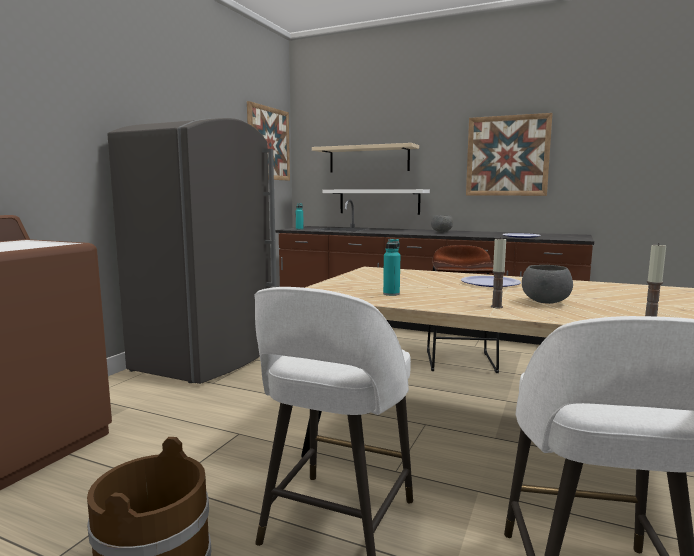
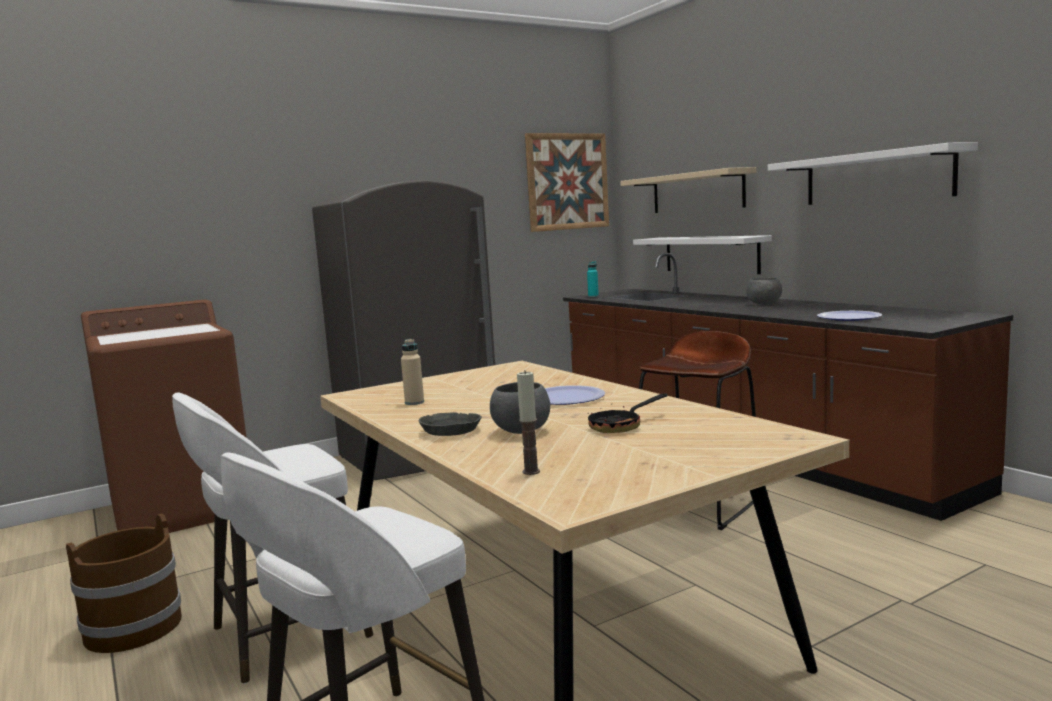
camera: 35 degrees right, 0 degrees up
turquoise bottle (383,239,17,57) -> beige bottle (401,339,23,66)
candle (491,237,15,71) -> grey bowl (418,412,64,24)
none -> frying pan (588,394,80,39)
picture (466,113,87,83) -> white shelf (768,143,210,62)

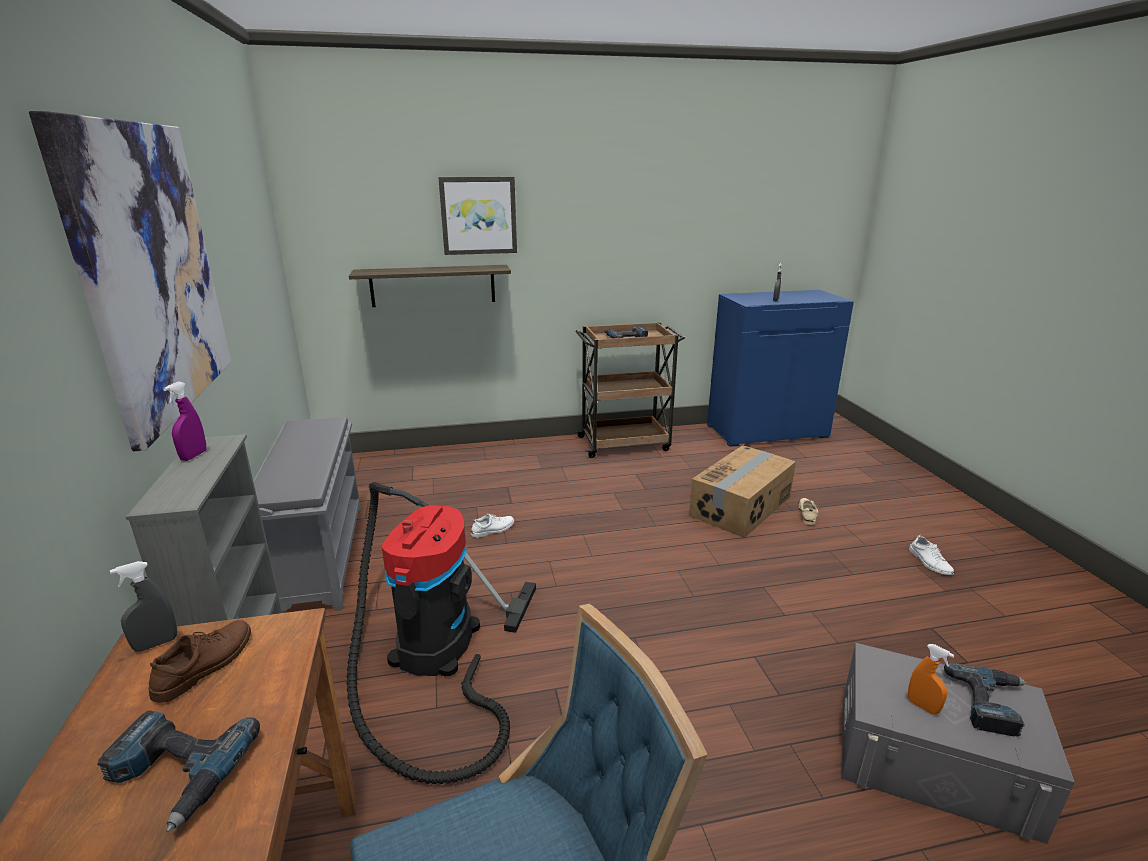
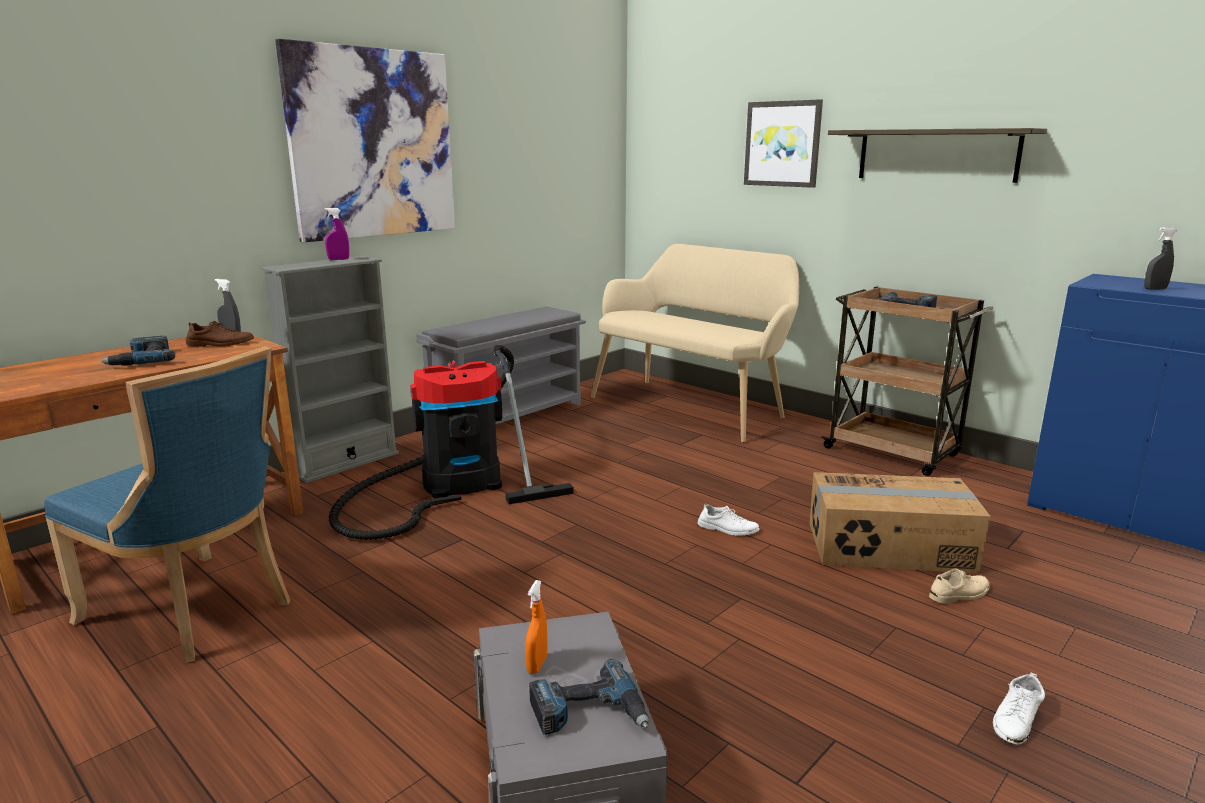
camera: 55 degrees right, 5 degrees down
none -> beige bench (591,244,208,199)
white shoe (471,514,43,24) -> white shoe (698,504,62,32), moved
shelf (349,265,162,42) -> shelf (828,128,219,55), moved

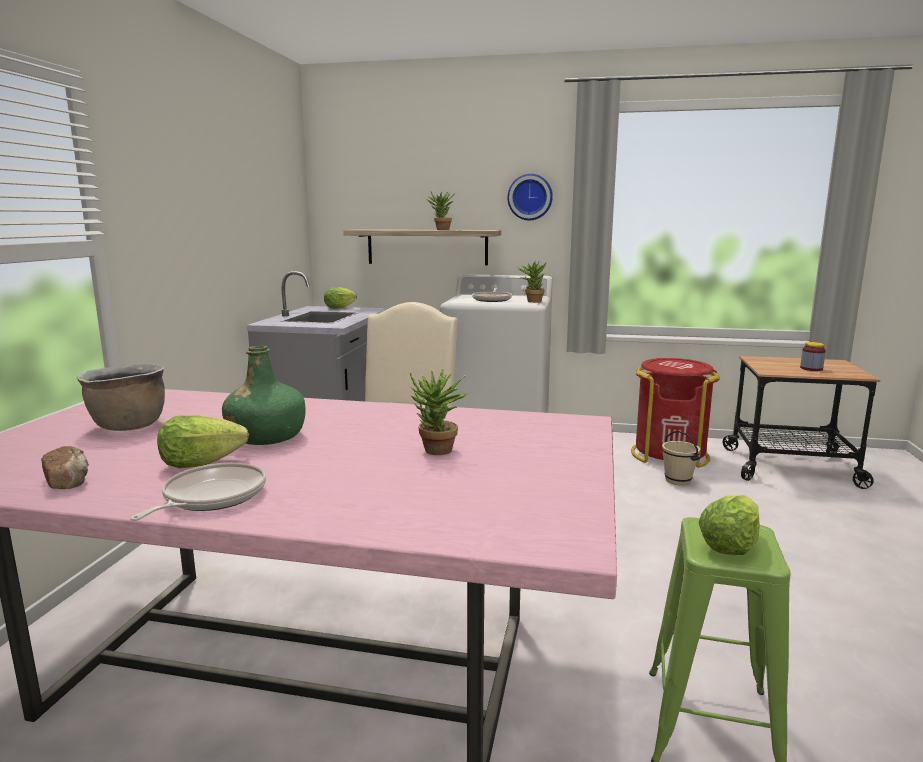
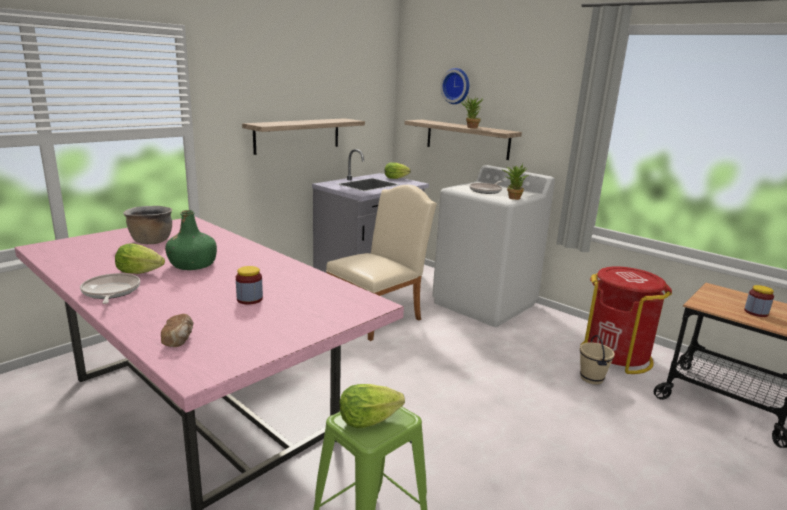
camera: 30 degrees right, 5 degrees up
frying pan (130,463,136,58) -> frying pan (80,273,60,31), 75 degrees counterclockwise
bread (41,446,48,43) -> bread (161,314,33,33), moved
potted plant (410,368,59,87) -> jar (236,266,27,38)
none -> shelf (242,118,123,37)
wall clock (508,174,45,47) -> wall clock (440,68,29,36), moved

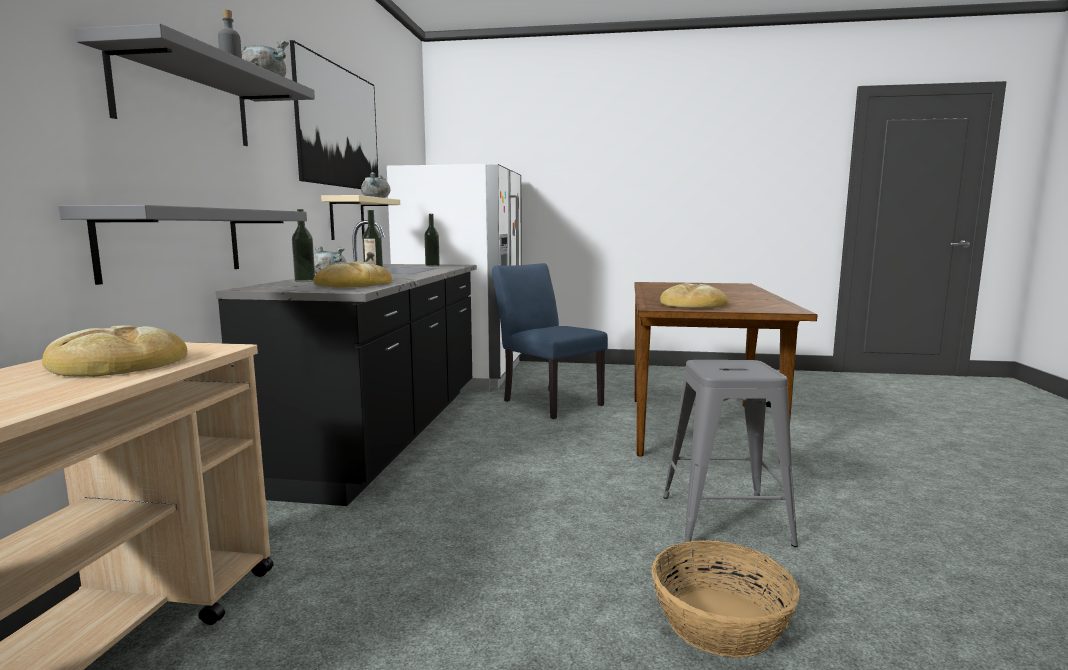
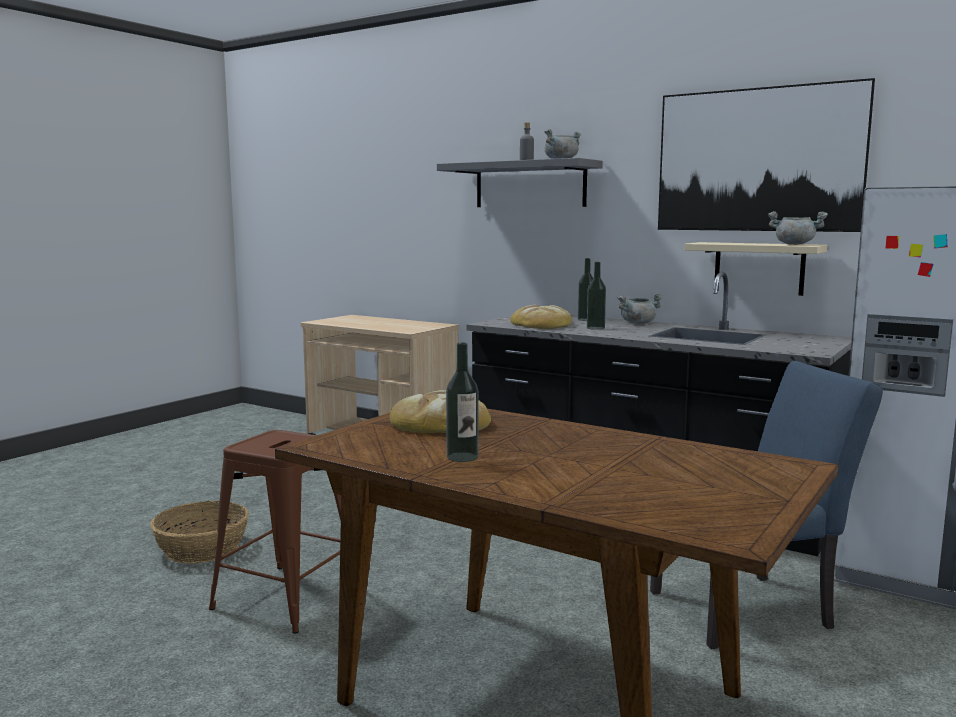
camera: 115 degrees right, 0 degrees up
grey stool (663,360,135,187) -> brown stool (209,430,132,204)
bottle (424,214,16,52) -> bottle (446,343,32,119), moved
bread (42,325,146,52) -> none
grey shelf (59,205,248,80) -> none

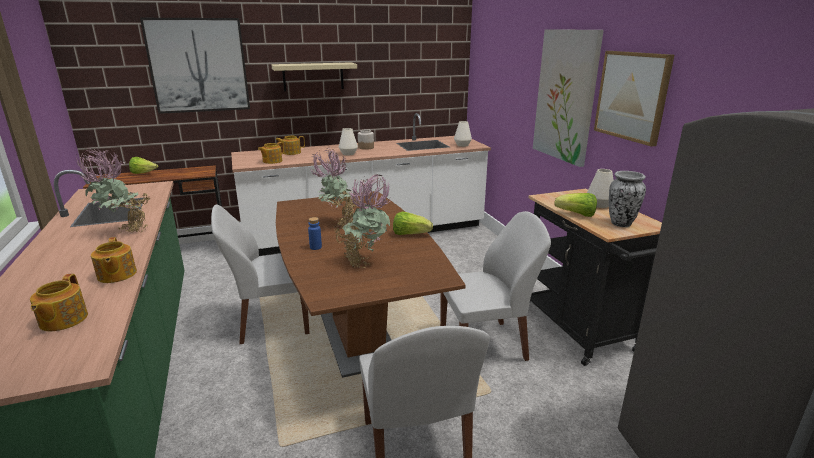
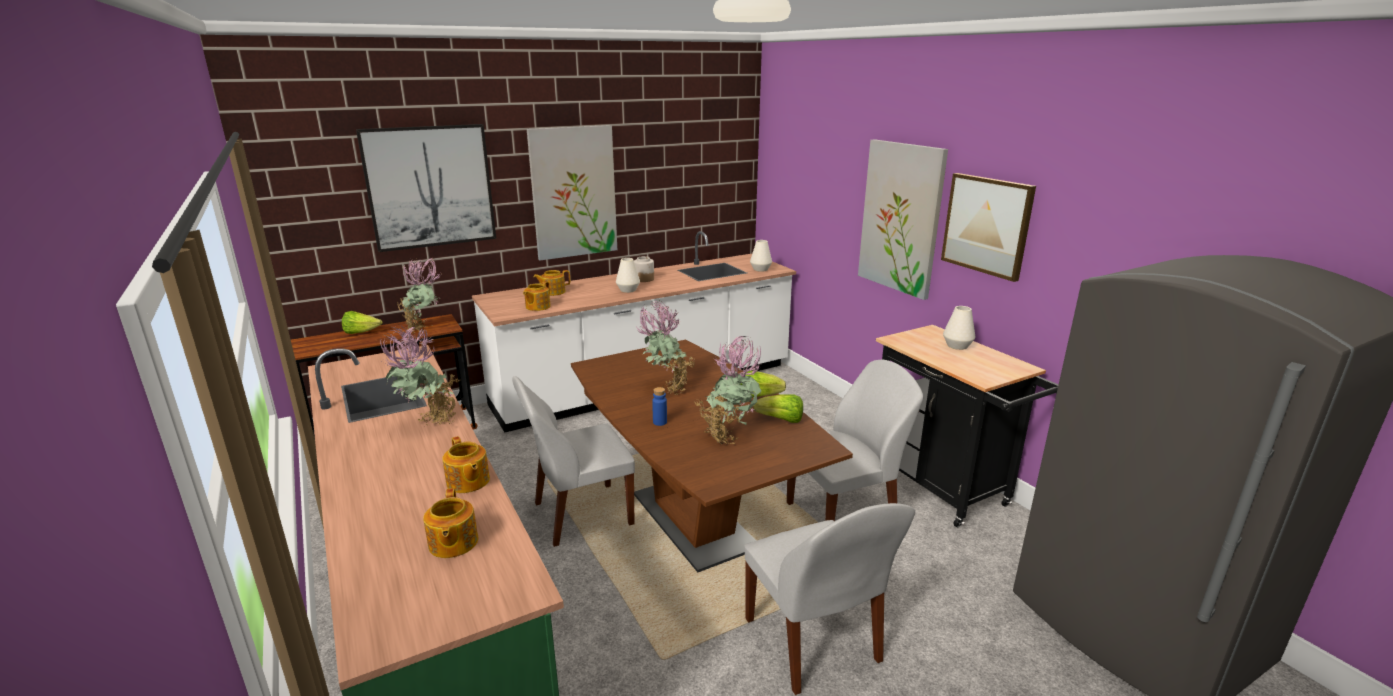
camera: 10 degrees left, 0 degrees up
none -> potted plant (397,258,44,75)
beige shelf (271,62,86,29) -> picture (527,125,90,135)
lettuce (554,193,43,24) -> lettuce (754,394,49,29), moved
vase (609,171,37,56) -> none

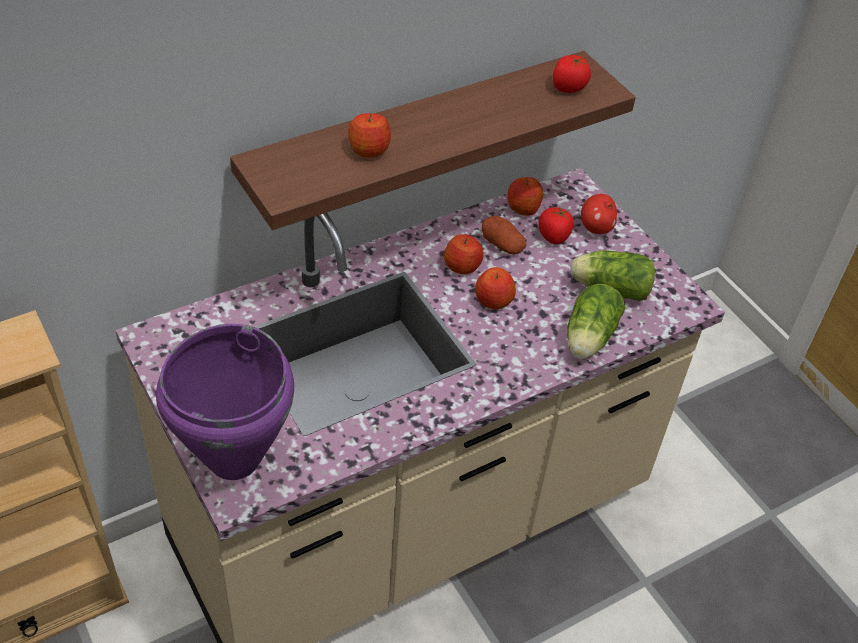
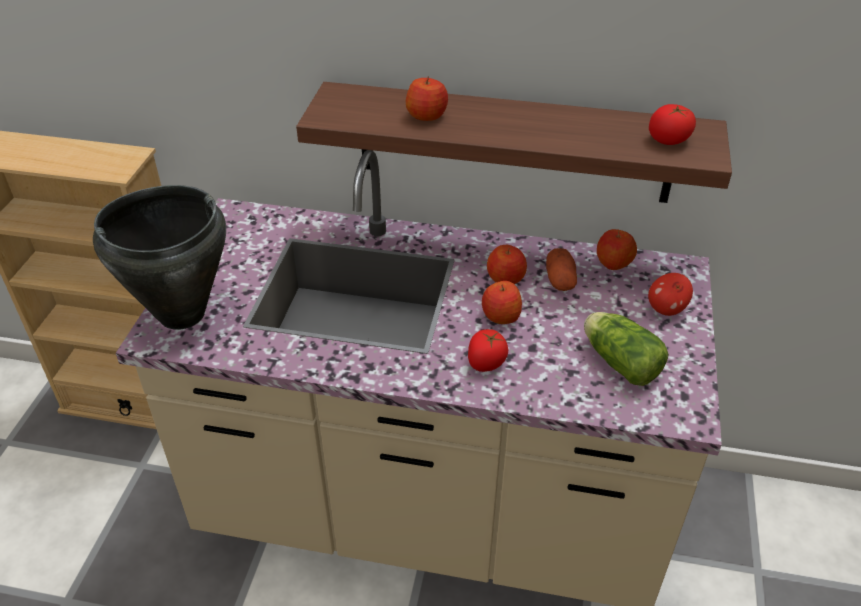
camera: 45 degrees right, 5 degrees down
purple cooking pot (156,324,138,156) -> black cooking pot (93,185,133,145)
tomato (539,206,35,38) -> tomato (468,329,40,43), moved
lettuce (567,284,58,75) -> none

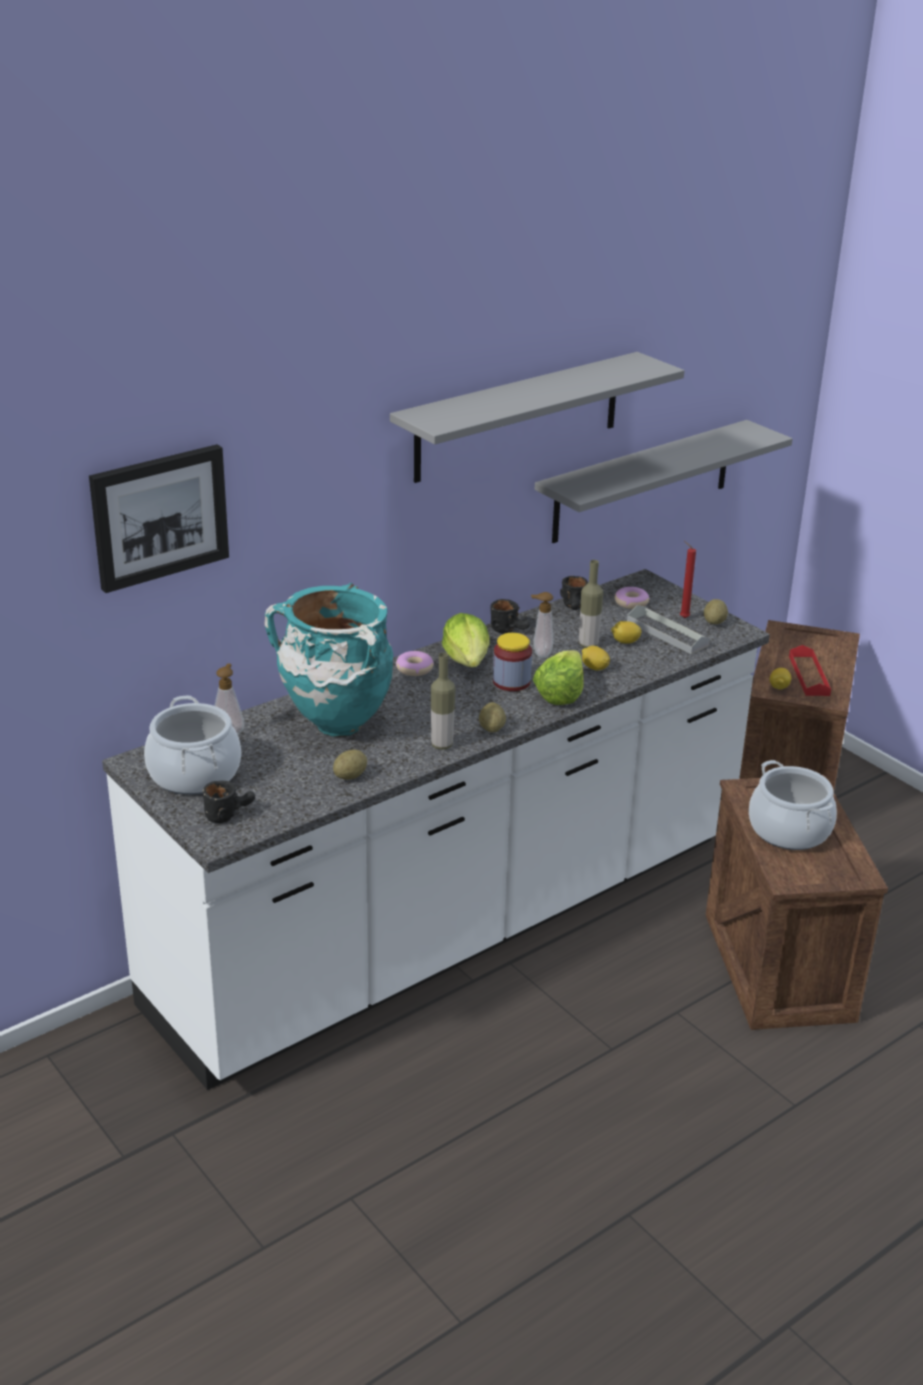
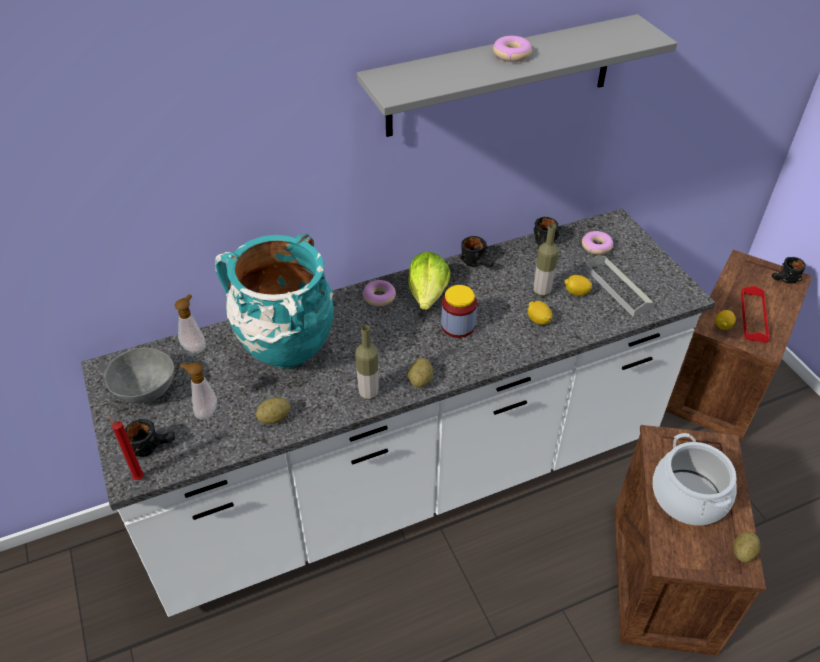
camera: 15 degrees right, 15 degrees up
cooking pot (144,696,97,99) -> grey bowl (105,348,69,55)
red candle (680,541,16,77) -> red candle (107,414,37,66), moved
soap dispenser (531,592,22,66) -> soap dispenser (180,363,37,57), moved
none -> donut (493,36,39,26)
potato (704,599,24,25) -> potato (733,531,28,32), moved
none -> black mug (772,257,34,27)
picture (89,444,140,149) -> none
lettuce (533,650,51,55) -> none
grey shelf (535,420,258,123) -> none

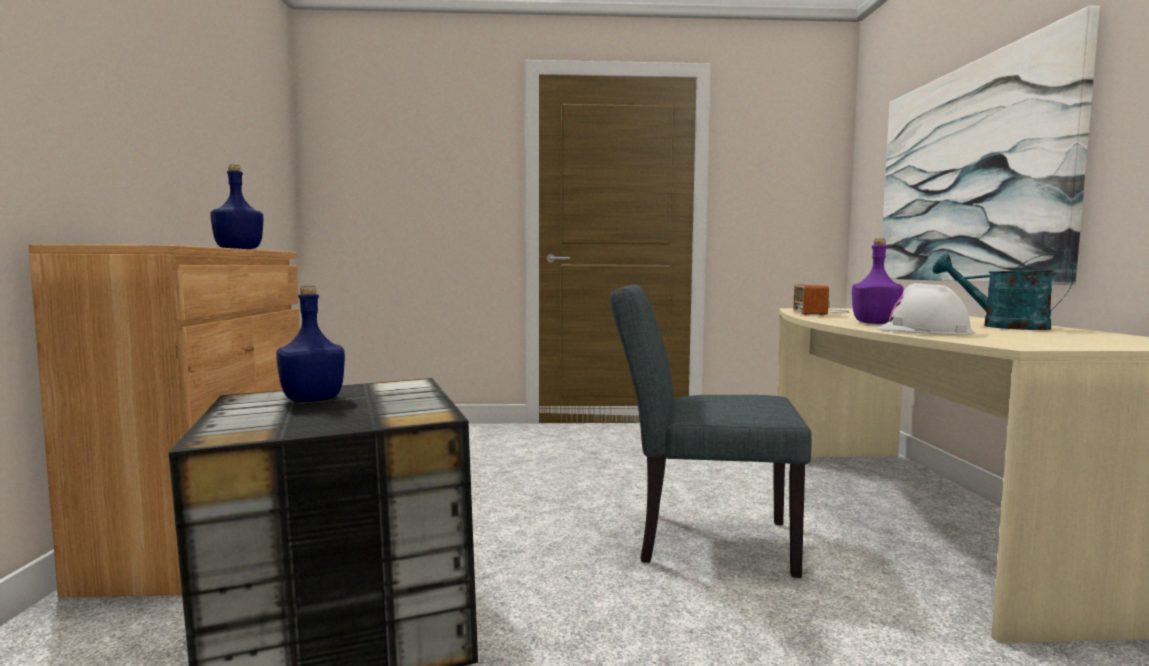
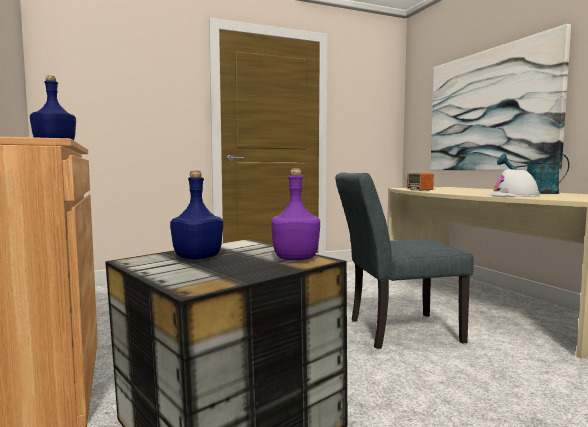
camera: 20 degrees left, 0 degrees up
purple bottle (852,238,51,86) -> purple bottle (271,169,49,91), moved

